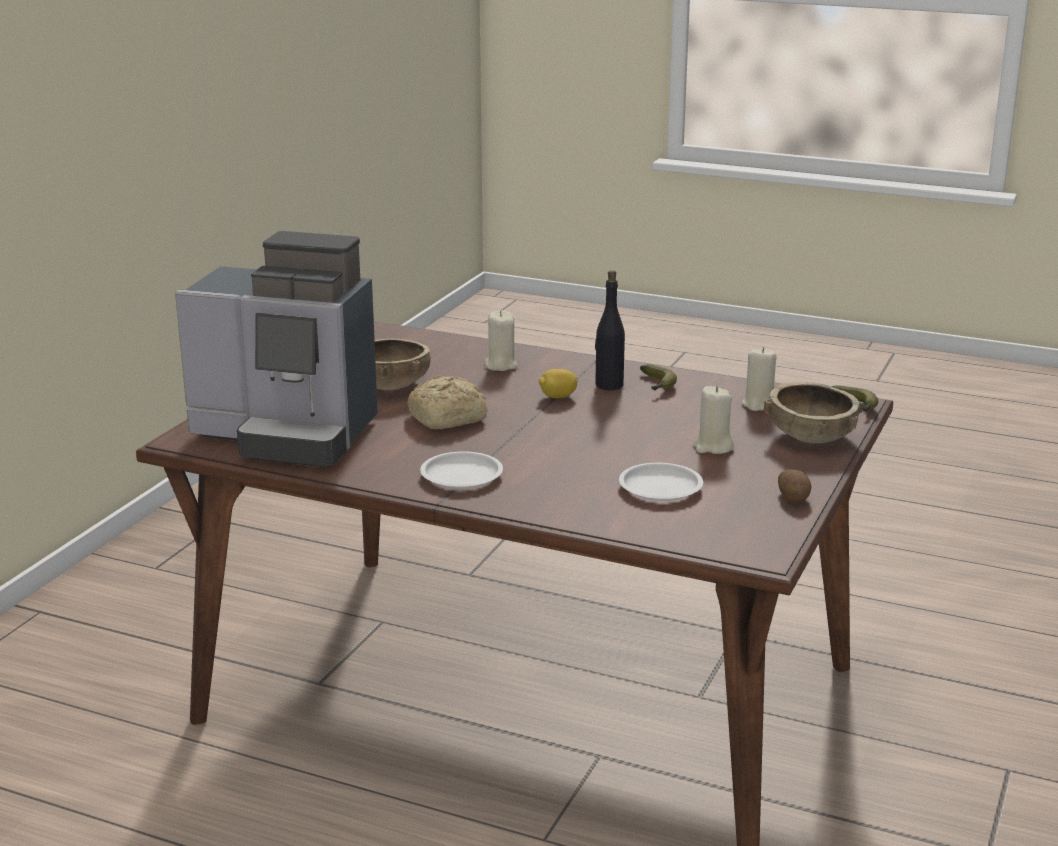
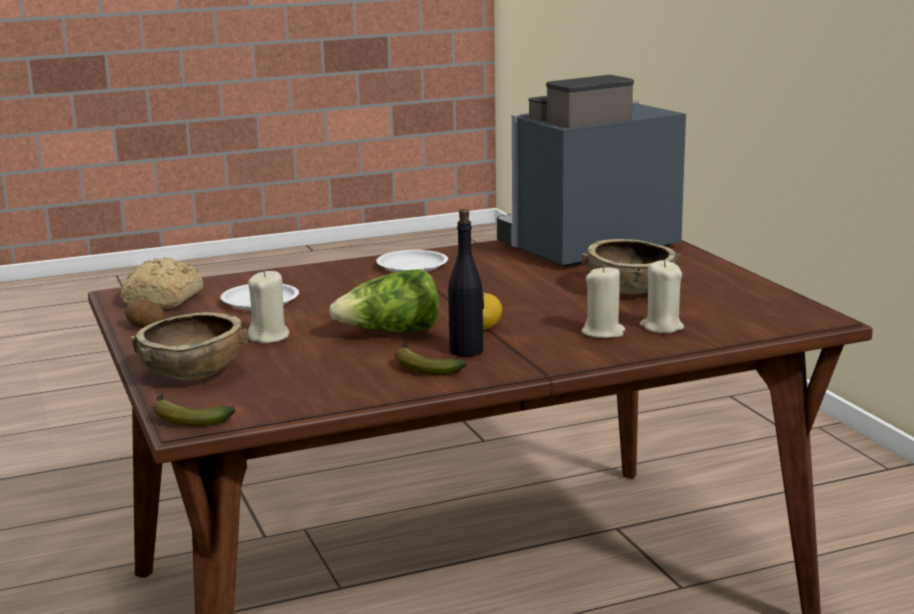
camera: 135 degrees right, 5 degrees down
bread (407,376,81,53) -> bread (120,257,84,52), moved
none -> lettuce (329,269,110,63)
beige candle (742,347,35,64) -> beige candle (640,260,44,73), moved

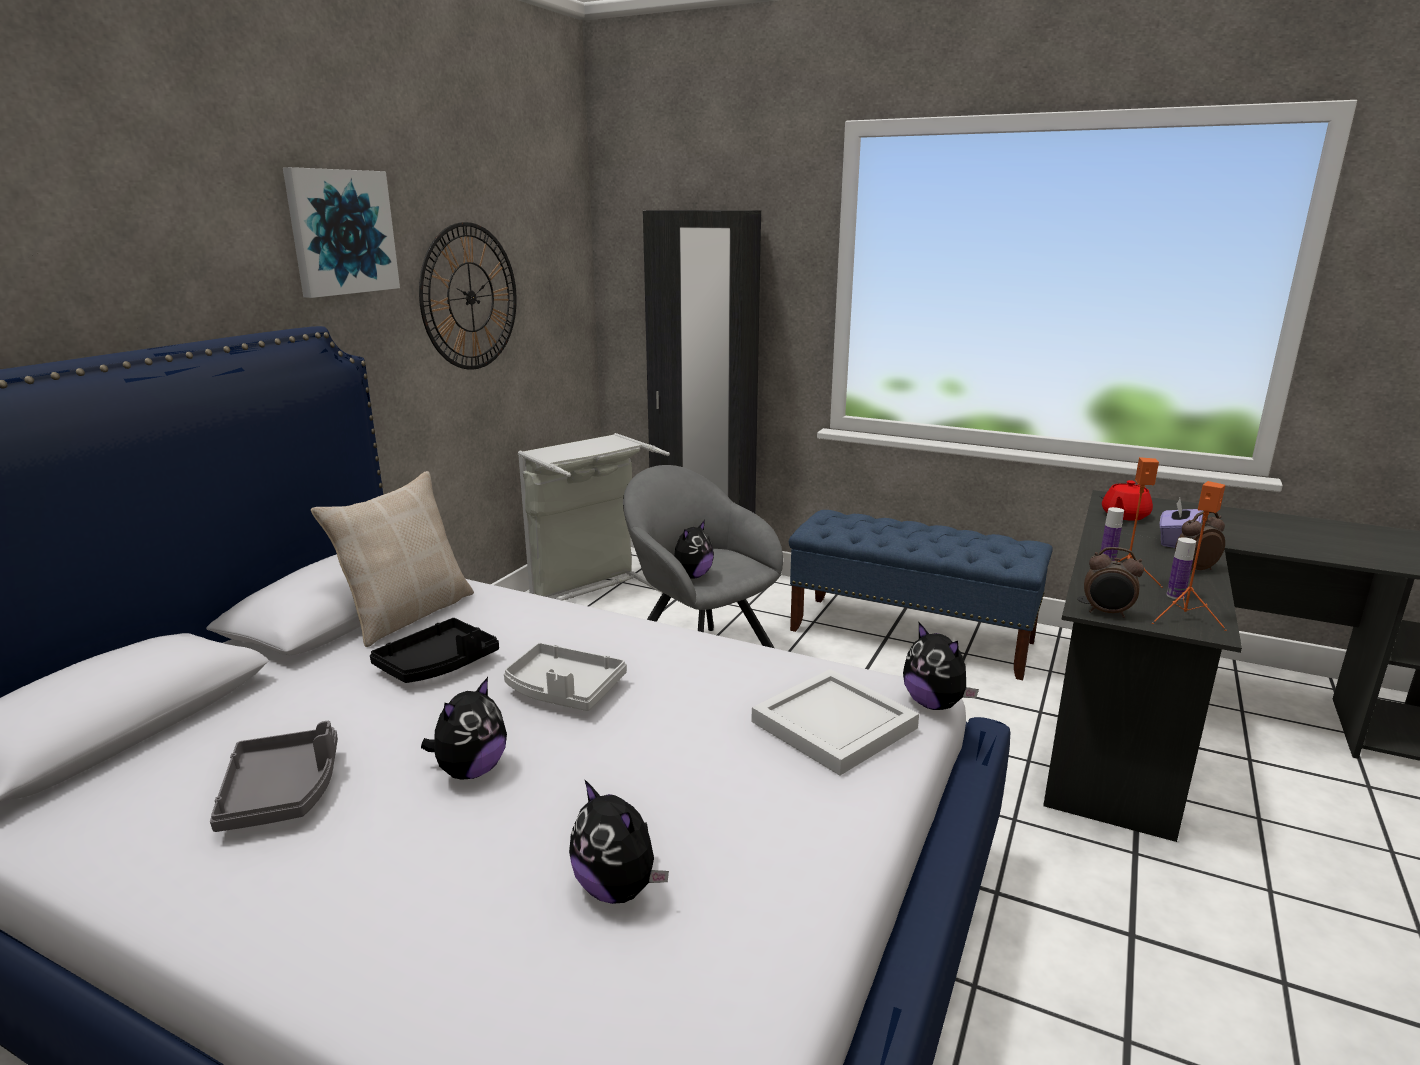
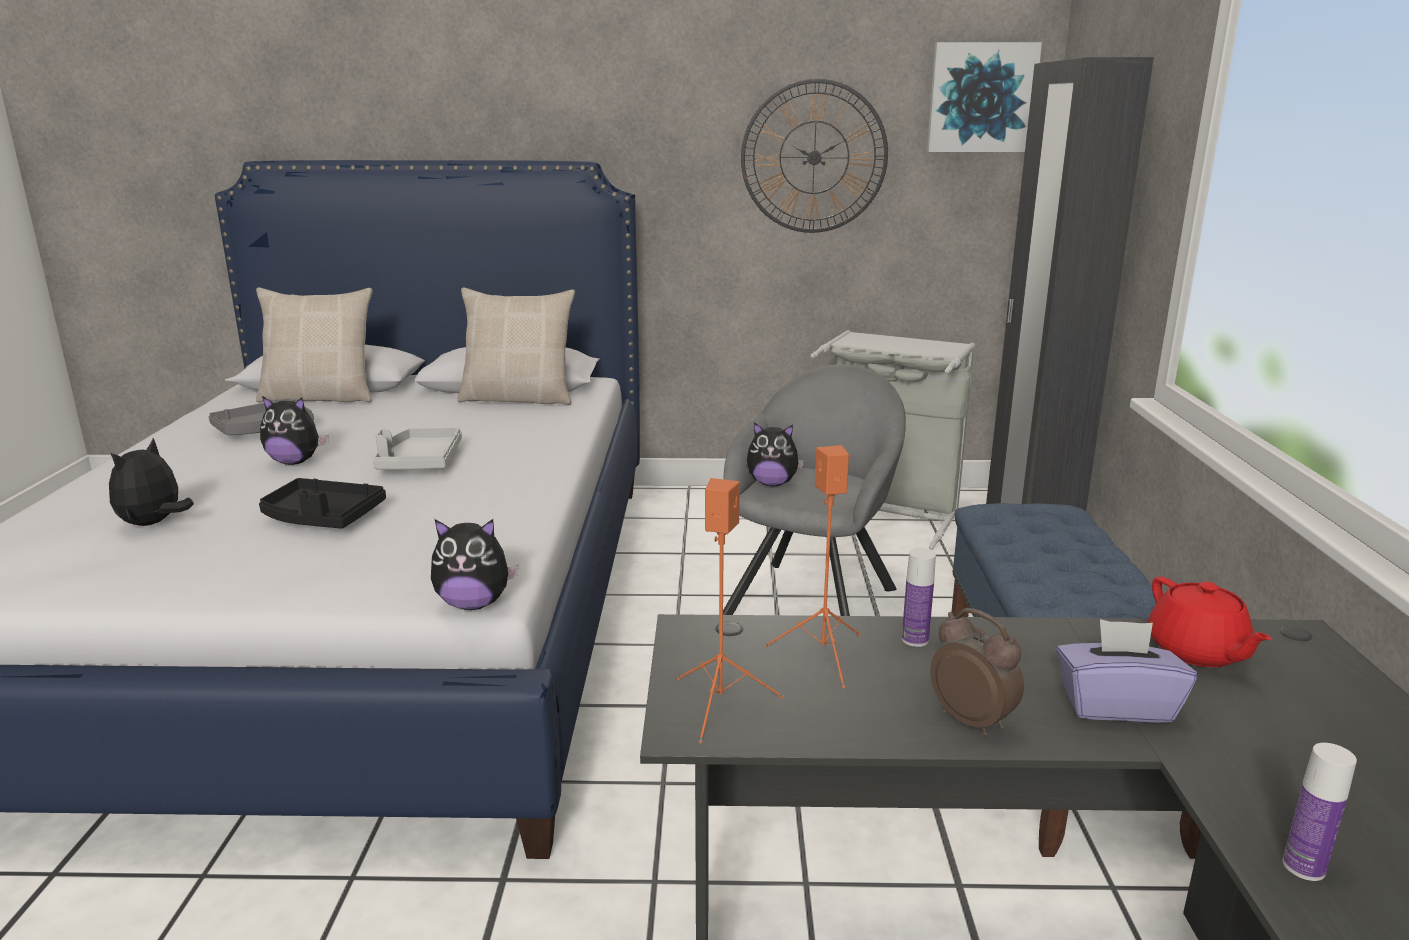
camera: 65 degrees right, 0 degrees up
none -> beige pillow (256,287,117,115)
black tray (370,618,129,65) -> black tray (259,478,127,51), moved
plush toy (903,623,76,87) -> plush toy (431,519,88,91), 120 degrees counterclockwise
picture (283,167,117,131) -> picture (927,42,115,110), moved
red teapot (1102,480,51,41) -> red teapot (1148,576,124,91), 120 degrees counterclockwise
bottle (1166,537,30,63) -> bottle (1283,743,74,138), moved
white tray (751,669,168,107) -> none
alarm clock (1084,547,60,71) -> none

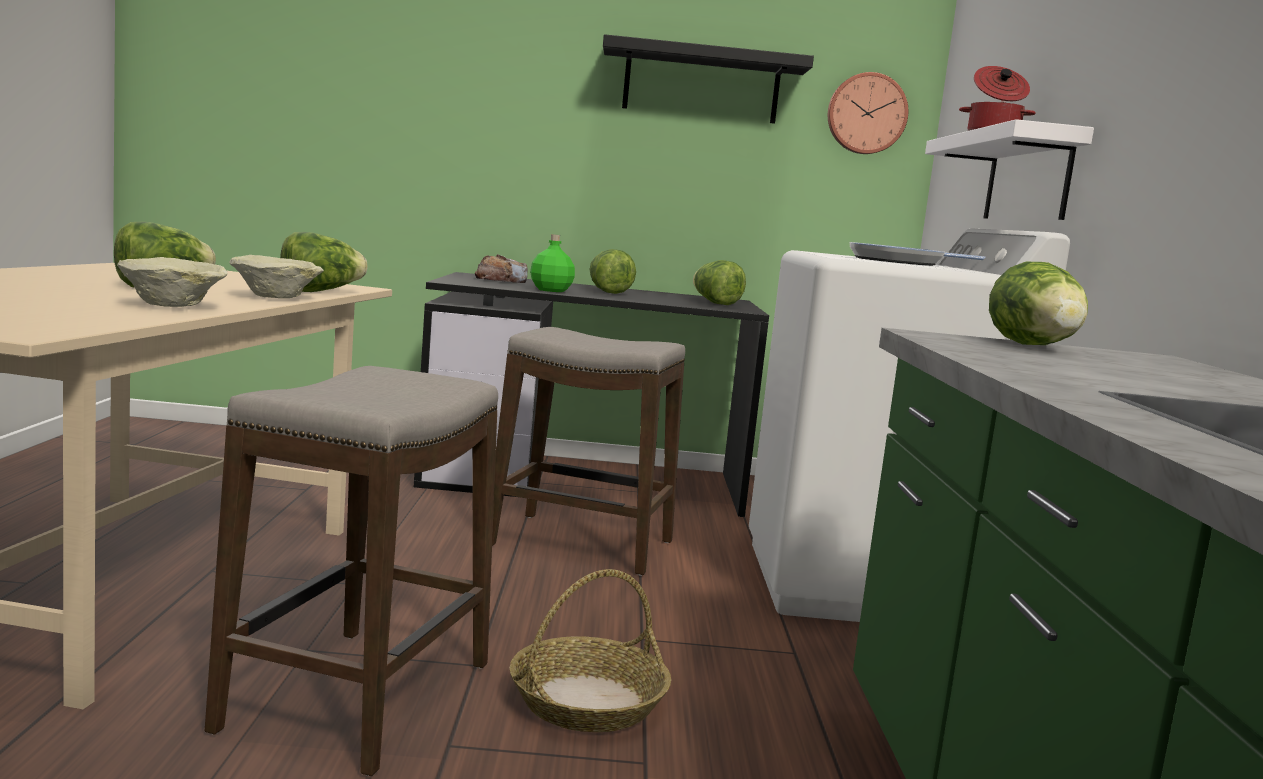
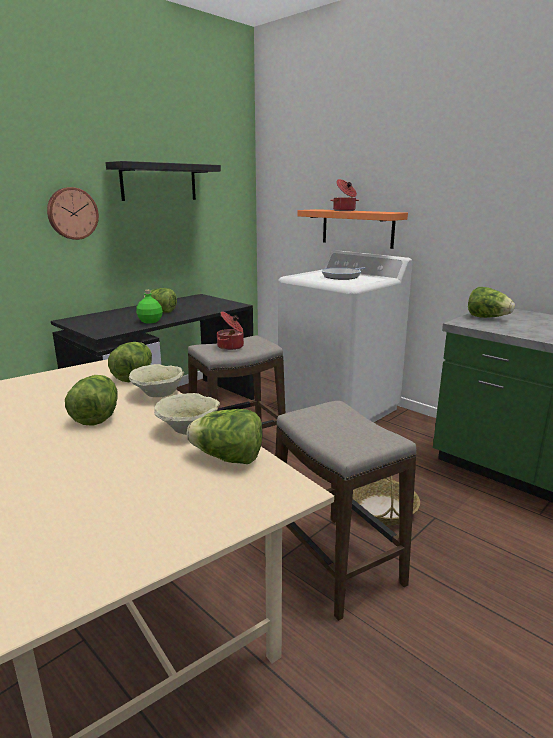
camera: 45 degrees left, 10 degrees up
wall clock (828,72,80,82) -> wall clock (47,187,52,53), moved
lettuce (693,260,53,45) -> lettuce (187,409,76,55), moved
none -> cooking pot (217,312,27,38)
white shelf (925,119,169,101) -> orange shelf (297,209,111,40)
bread (475,254,53,29) -> none

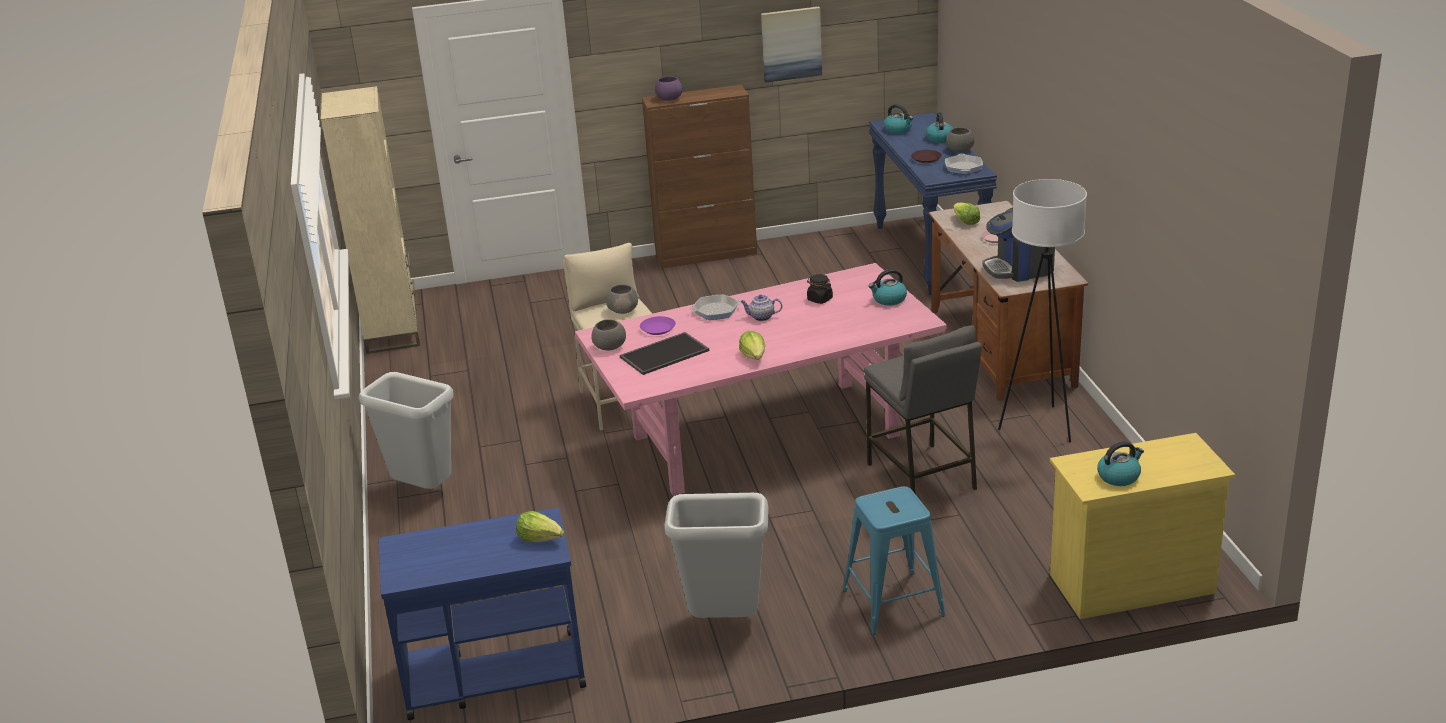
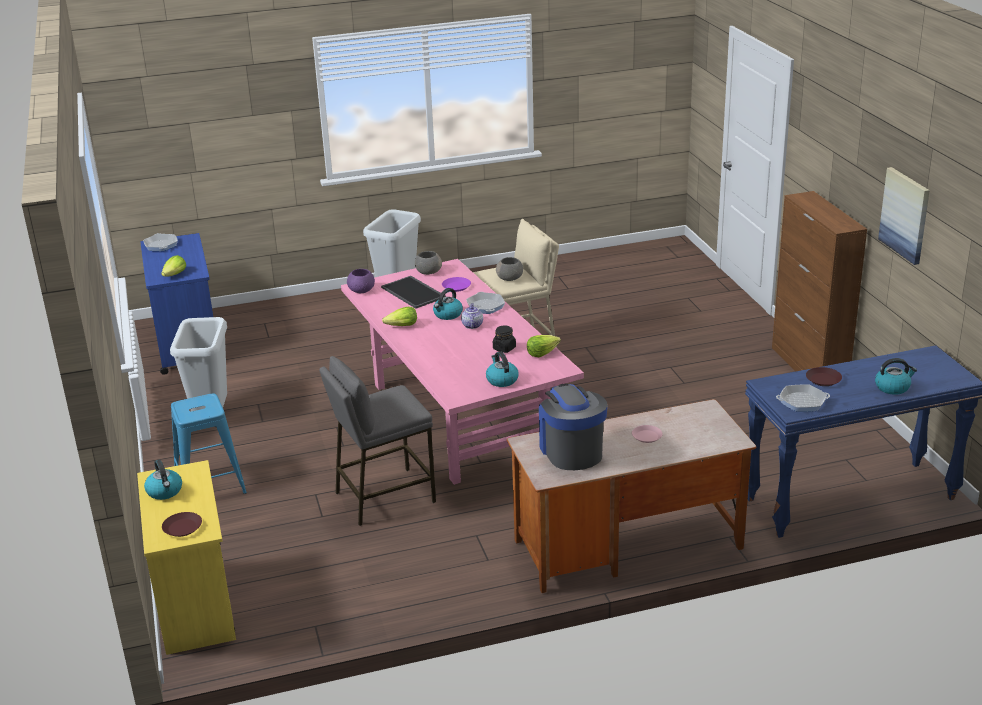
camera: 85 degrees right, 0 degrees up
none -> frying pan (143,233,35,18)
none -> brown plate (162,512,40,25)
purple bowl (655,76,28,24) -> purple bowl (347,269,28,24), moved
kettle (884,104,29,30) -> kettle (433,288,30,32), moved
lettuce (954,202,26,23) -> lettuce (527,335,34,22), moved
beige bookcase (321,86,99,268) -> none
grey bowl (946,127,29,25) -> none
white floor lamp (998,179,89,264) -> none

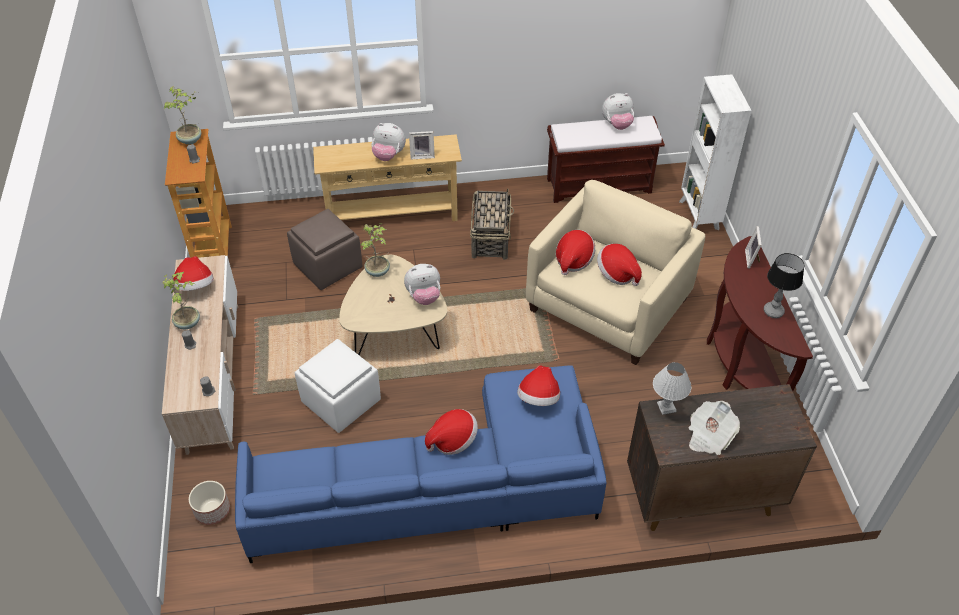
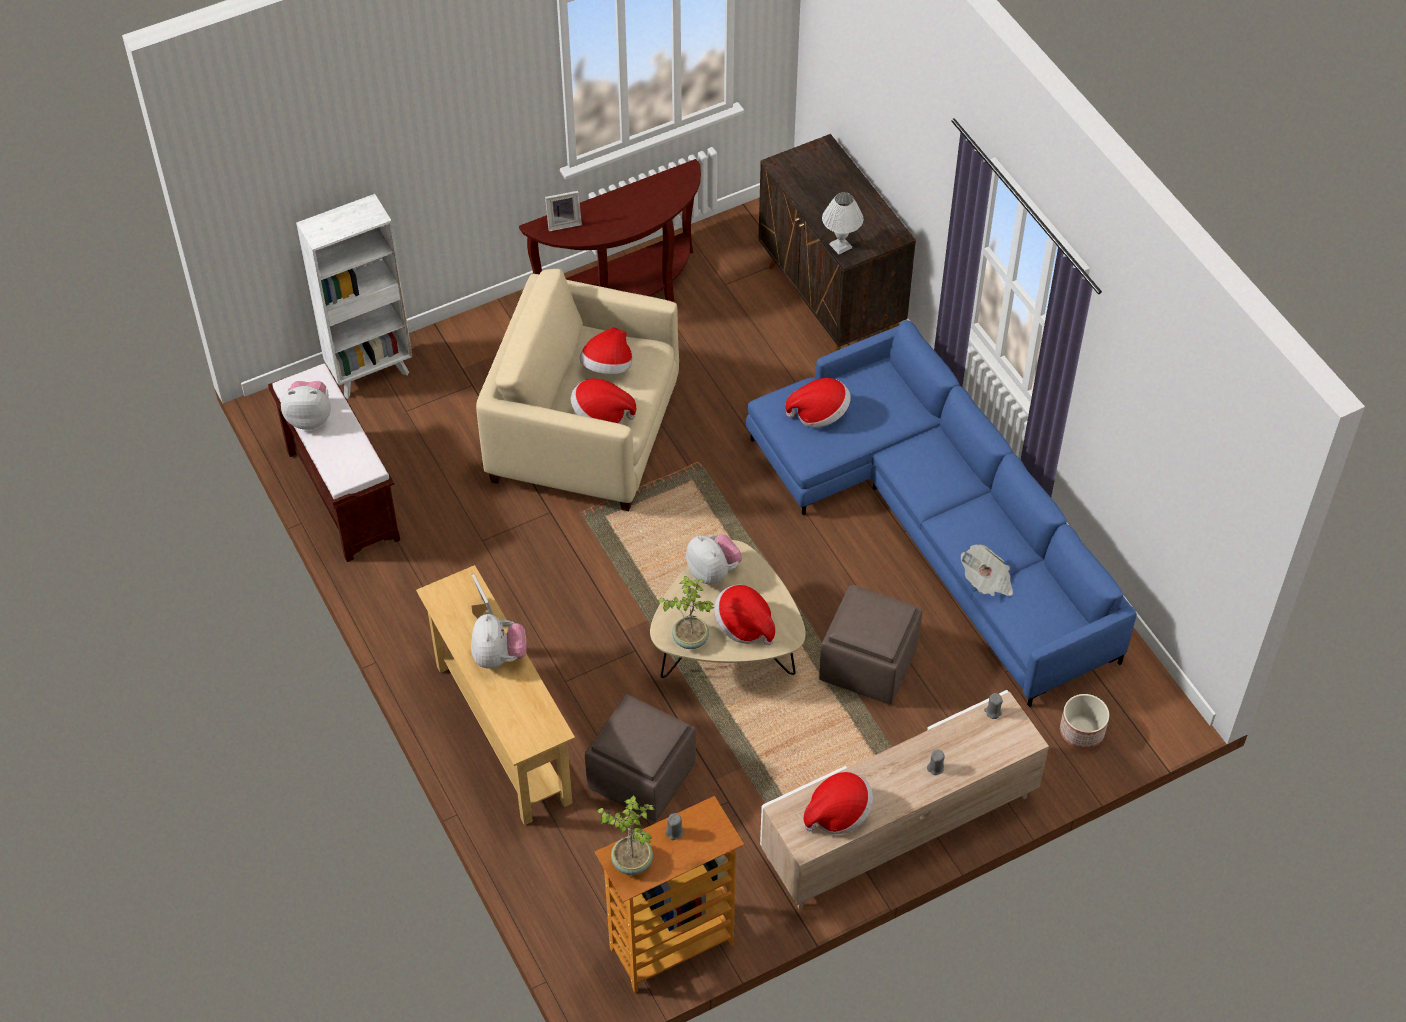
camera: 110 degrees left, 5 degrees up
plush toy (602,93,32,37) -> plush toy (281,381,50,49), 60 degrees counterclockwise
hat (425,409,53,46) -> hat (714,585,61,60), moved
white ottoman (295,339,86,94) -> brown ottoman (819,585,103,120)
newspaper (689,401,51,54) -> newspaper (961,545,52,51), moved
potted plant (162,272,38,57) -> none
basket (470,189,44,71) -> none
table lamp (764,253,41,65) -> none

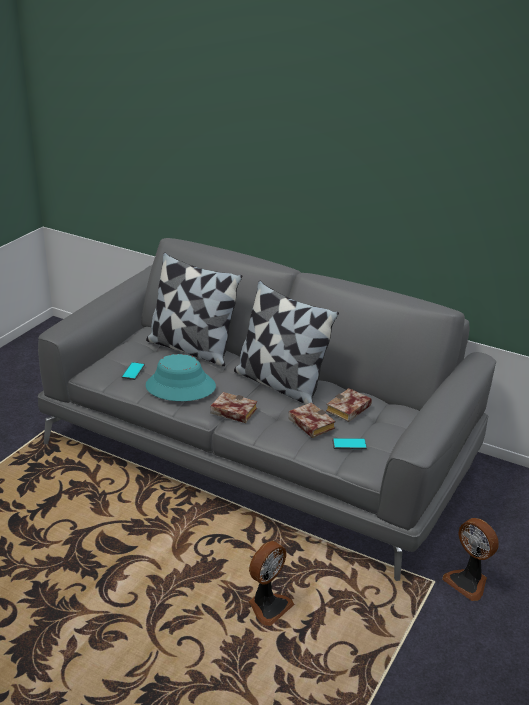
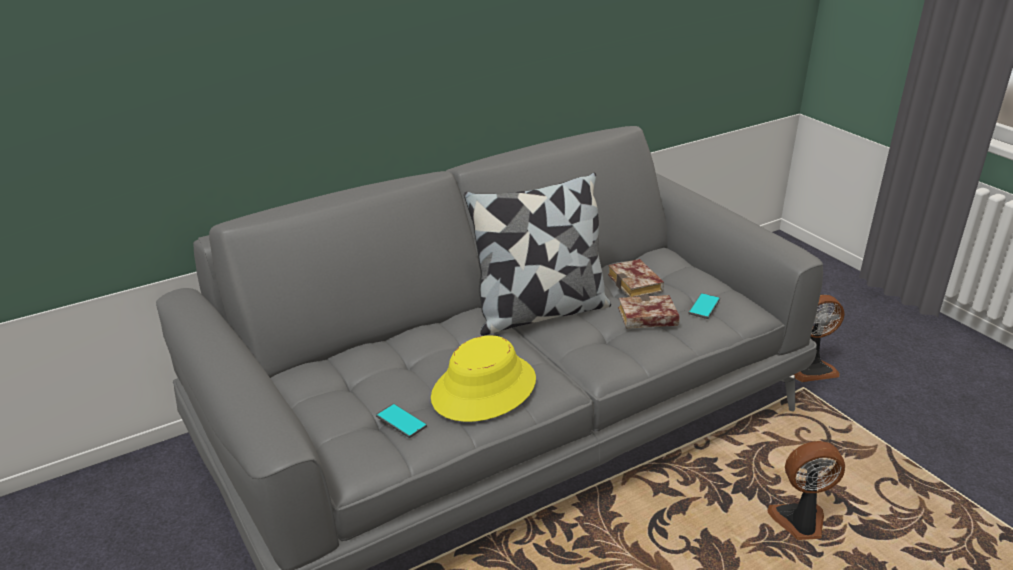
camera: 60 degrees left, 0 degrees up
turquoise hat (146,354,70,47) -> yellow hat (431,335,105,87)
fan (249,541,45,85) -> fan (768,441,77,99), 75 degrees counterclockwise
pillow (146,252,96,114) -> none
book (211,392,46,31) -> none

